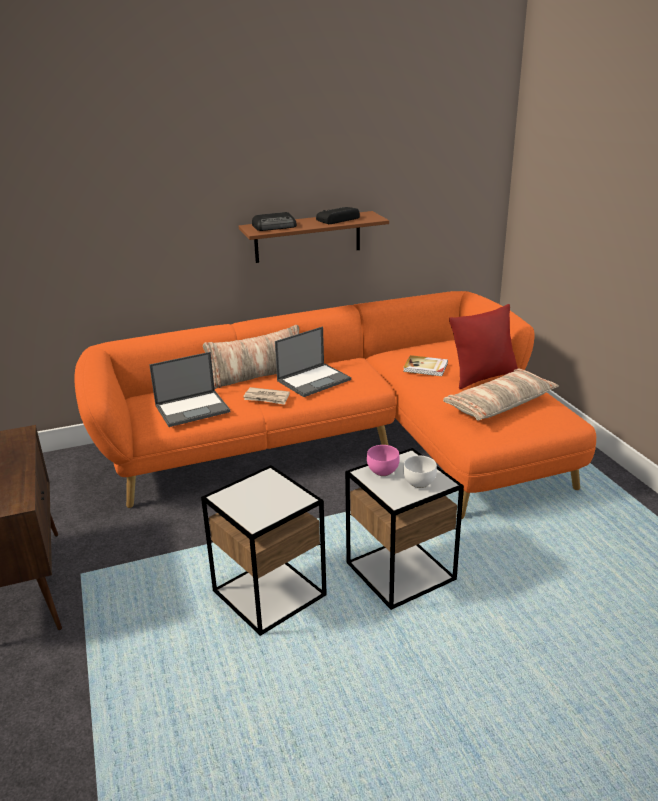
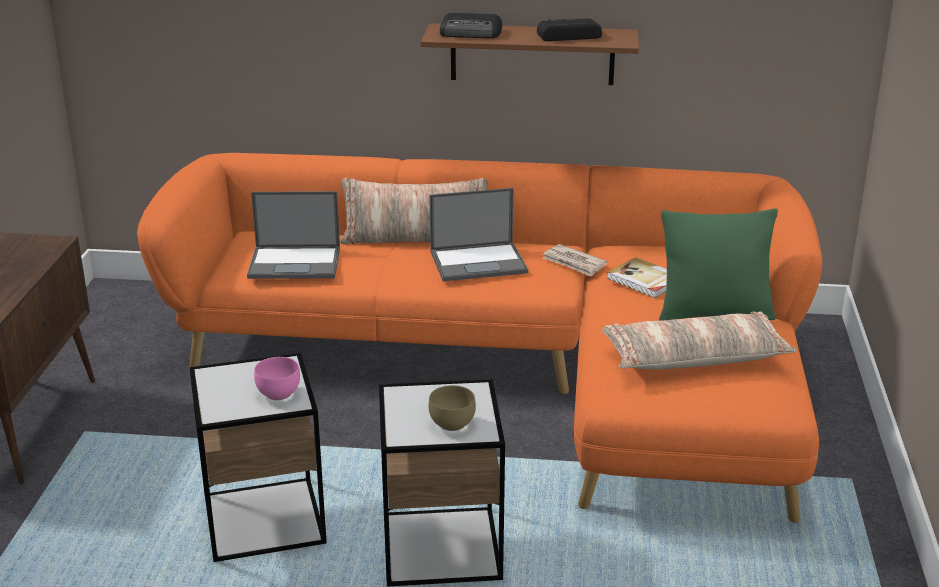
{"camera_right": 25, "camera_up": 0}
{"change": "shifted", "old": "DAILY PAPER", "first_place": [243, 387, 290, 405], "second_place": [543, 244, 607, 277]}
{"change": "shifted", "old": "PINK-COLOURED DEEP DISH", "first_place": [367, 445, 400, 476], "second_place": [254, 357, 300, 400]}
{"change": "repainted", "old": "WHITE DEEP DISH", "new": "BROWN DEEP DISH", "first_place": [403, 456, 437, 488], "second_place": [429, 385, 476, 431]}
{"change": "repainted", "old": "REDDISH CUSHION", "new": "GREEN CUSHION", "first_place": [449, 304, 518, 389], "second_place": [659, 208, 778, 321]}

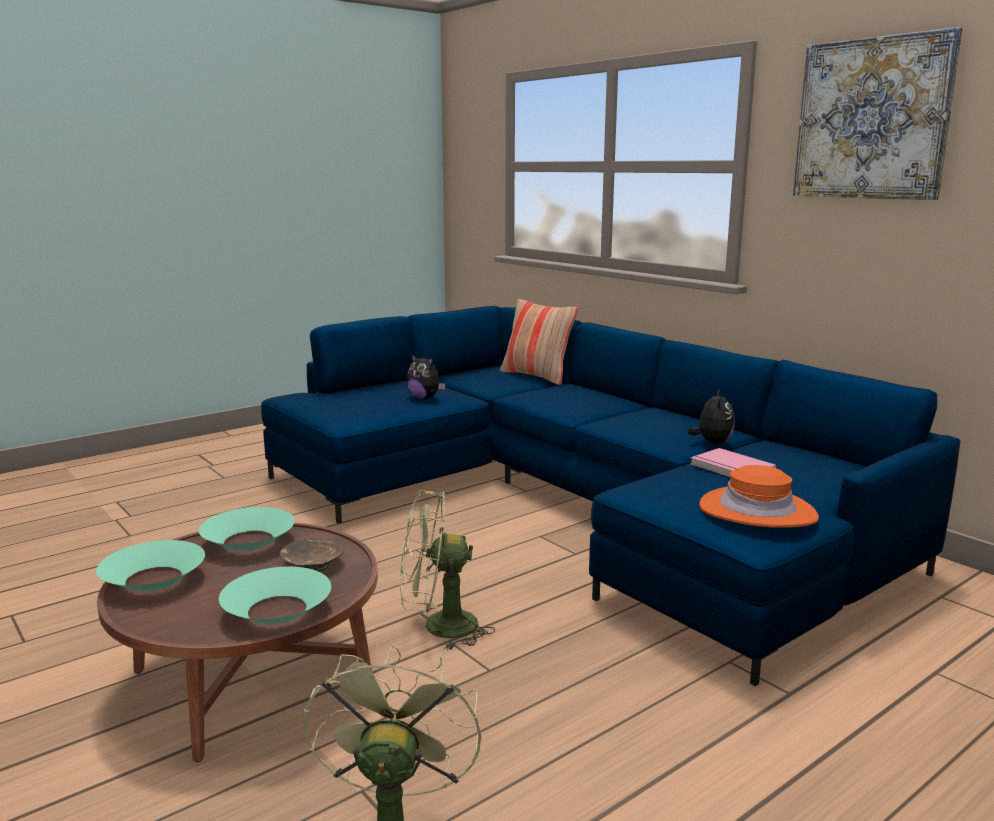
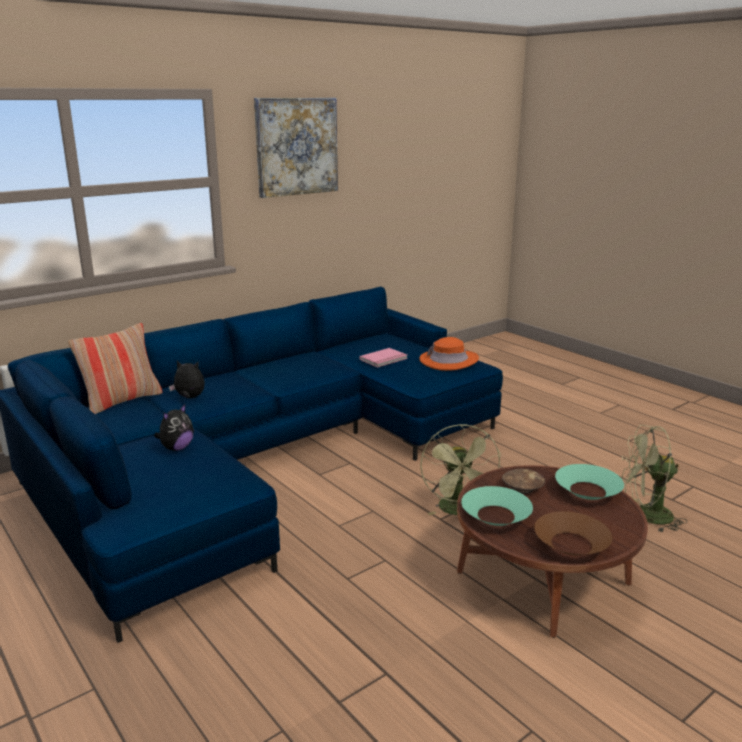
{"camera_right": -90, "camera_up": 5}
{"change": "shifted", "old": "PLUSH TOY", "first_place": [687, 390, 735, 445], "second_place": [169, 360, 205, 398]}
{"change": "repainted", "old": "TURQUOISE DEEP DISH", "new": "BROWN DEEP DISH", "first_place": [96, 540, 205, 591], "second_place": [534, 511, 612, 556]}

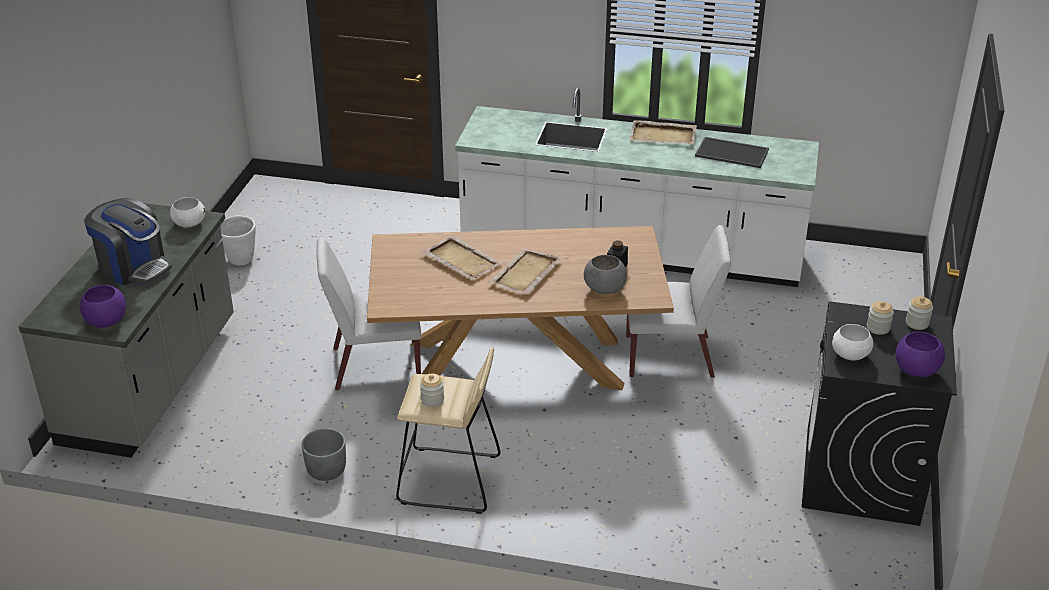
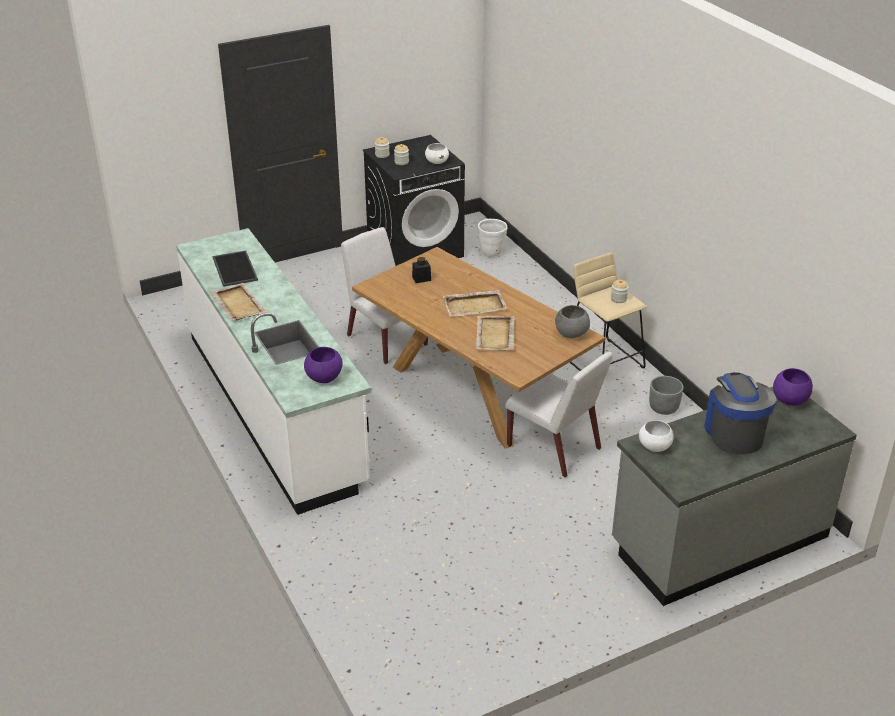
{"camera_right": -130, "camera_up": 0}
{"change": "shifted", "old": "WHITE FLOWER POT", "first_place": [220, 216, 256, 265], "second_place": [478, 219, 507, 257]}
{"change": "shifted", "old": "GREY DEEP DISH", "first_place": [584, 255, 627, 295], "second_place": [555, 305, 590, 338]}
{"change": "shifted", "old": "PURPLISH DEEP DISH", "first_place": [896, 332, 945, 377], "second_place": [304, 347, 343, 383]}

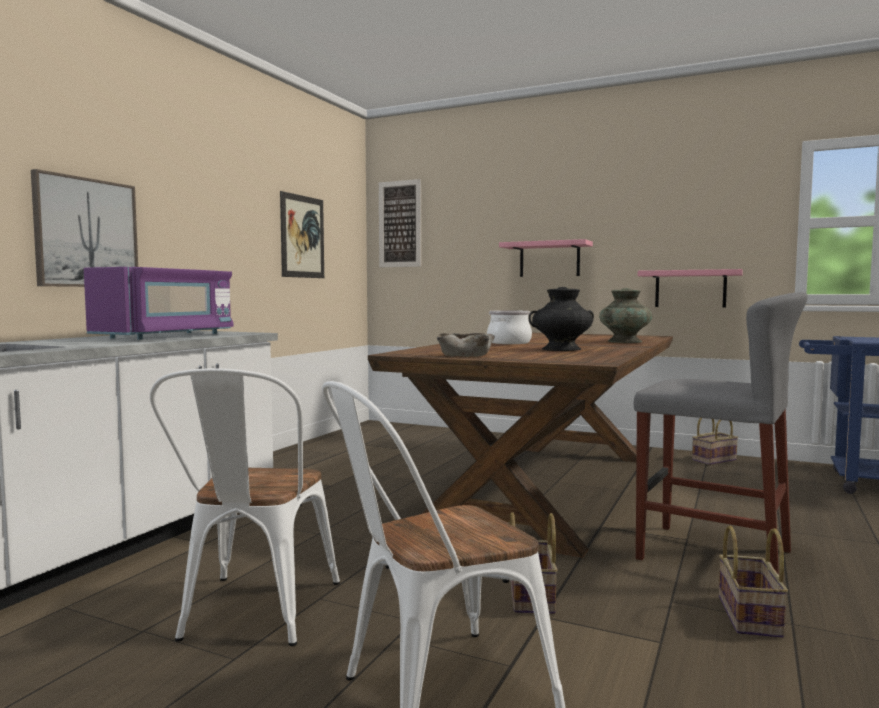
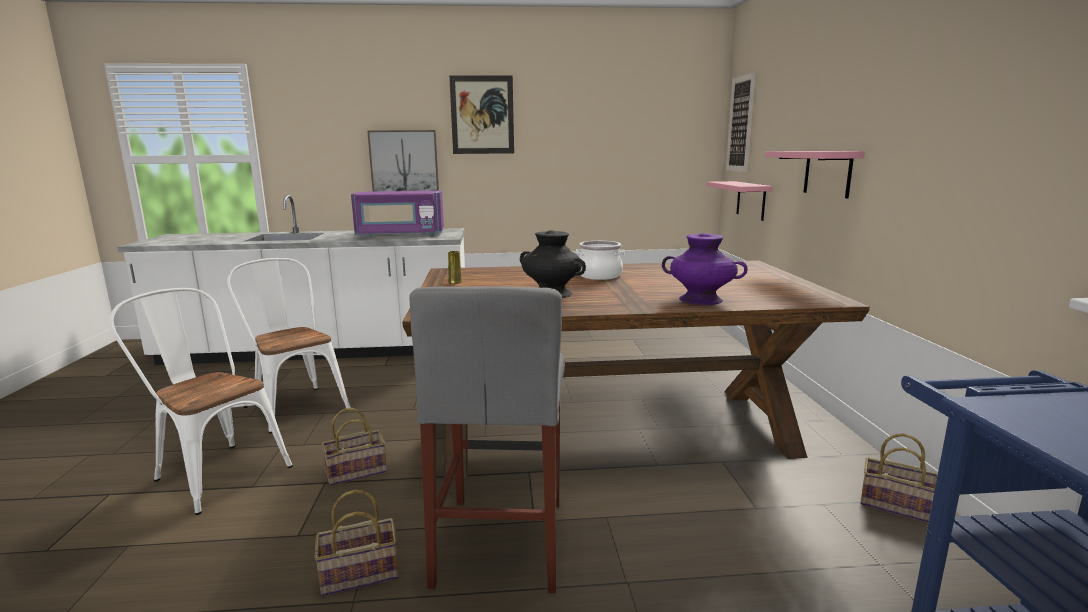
{"camera_right": 60, "camera_up": 10}
{"change": "shifted", "old": "WALL ART", "first_place": [280, 191, 324, 278], "second_place": [449, 76, 514, 154]}
{"change": "shifted", "old": "PINK-COLOURED BRACKET SHELF", "first_place": [638, 269, 743, 307], "second_place": [707, 181, 773, 221]}
{"change": "swapped", "old": "SAND-COLOURED DEEP DISH", "new": "YELLOW VASE", "first_place": [437, 333, 495, 357], "second_place": [448, 251, 462, 284]}
{"change": "repainted", "old": "TURQUOISE VASE", "new": "PURPLISH VASE", "first_place": [599, 288, 652, 343], "second_place": [662, 233, 748, 305]}
{"change": "rotated", "old": "WHITE UPRIGHT CHAIR", "first_place": [150, 368, 340, 646], "second_place": [227, 258, 351, 433], "degrees": 75}

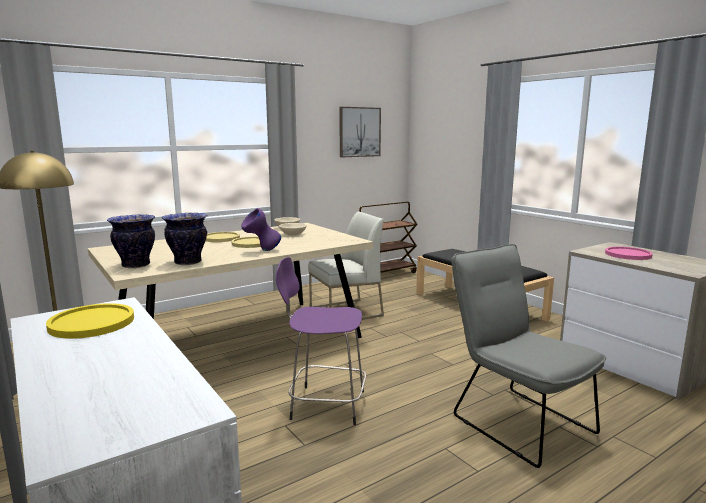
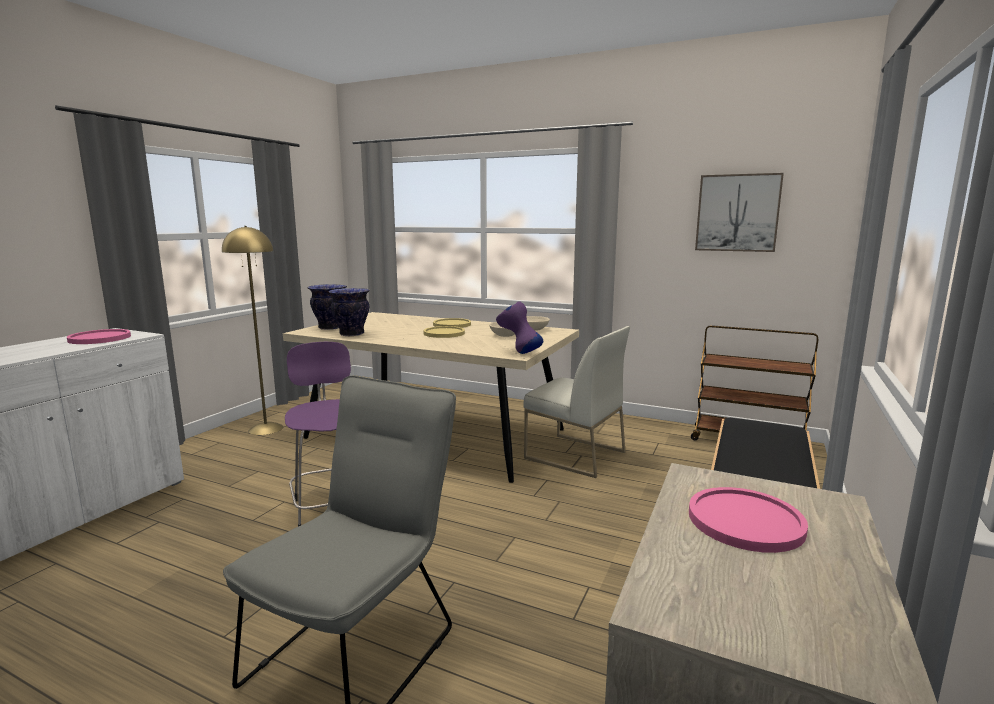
{"camera_right": 60, "camera_up": 0}
{"change": "shifted", "old": "PURPLISH VASE", "first_place": [241, 208, 281, 251], "second_place": [496, 301, 543, 354]}
{"change": "repainted", "old": "YELLOW PLATE", "new": "PINK-COLOURED PLATE", "first_place": [46, 303, 134, 339], "second_place": [67, 329, 131, 344]}

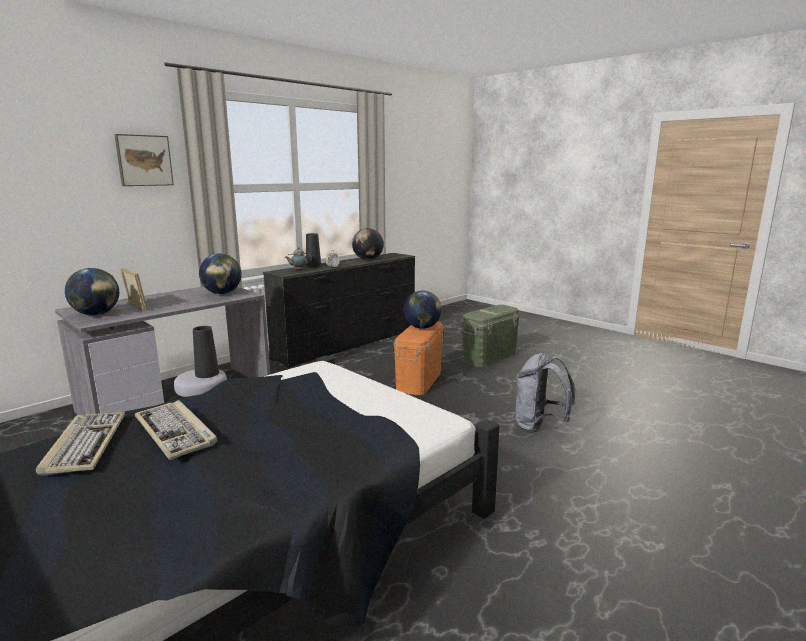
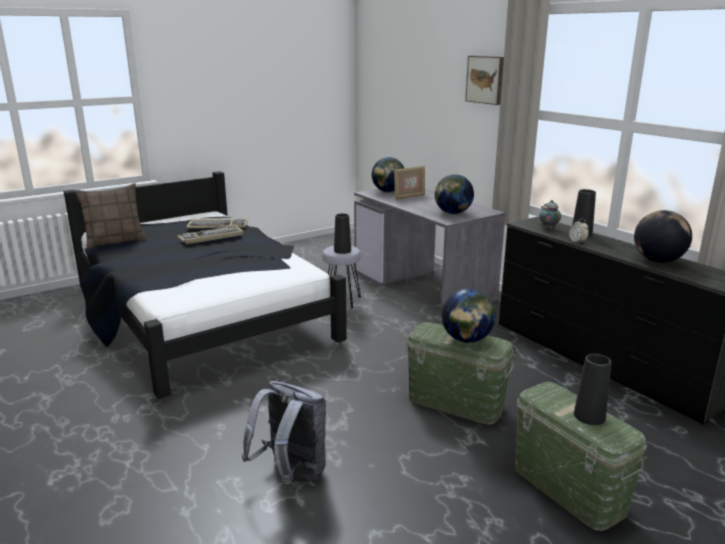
{"camera_right": 100, "camera_up": 5}
{"change": "new", "new": "CUSHION", "second_place": [75, 183, 147, 248]}
{"change": "new", "new": "BLACK-COLOURED VASE", "second_place": [574, 354, 611, 425]}
{"change": "repainted", "old": "ORANGEY STORAGE BOX", "new": "GREEN STORAGE BOX", "first_place": [394, 322, 444, 395], "second_place": [406, 322, 515, 425]}

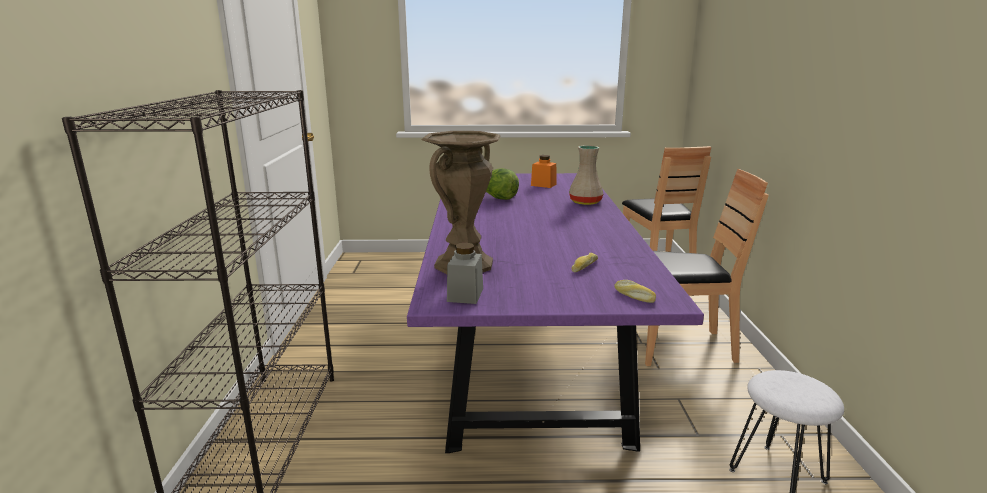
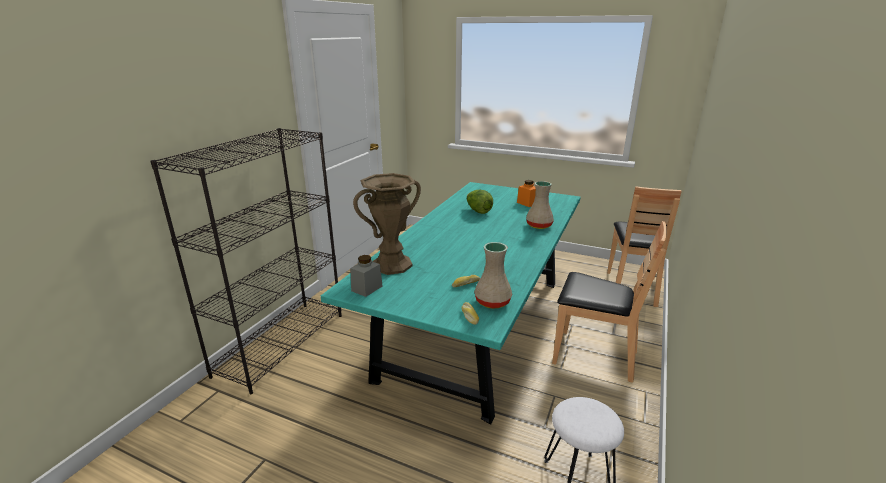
{"camera_right": 25, "camera_up": 5}
{"change": "new", "new": "SAND-COLOURED VASE", "second_place": [474, 242, 512, 309]}
{"change": "repainted", "old": "PURPLISH DINING TABLE", "new": "TURQUOISE DINING TABLE", "first_place": [407, 173, 704, 453], "second_place": [321, 182, 580, 424]}

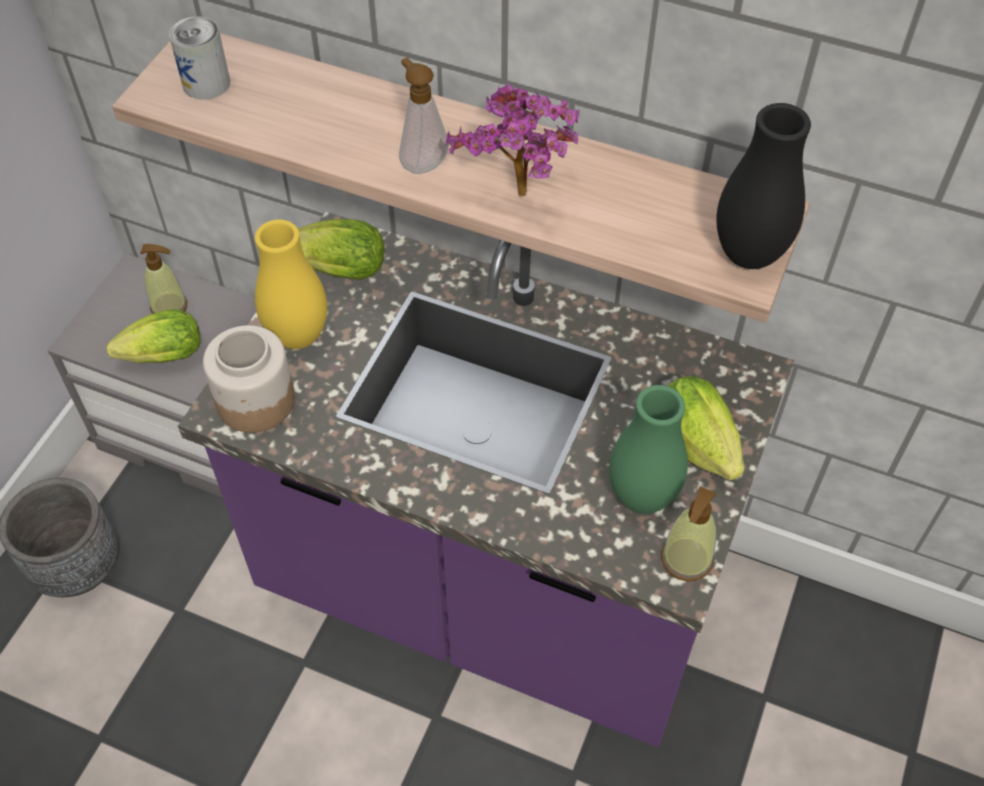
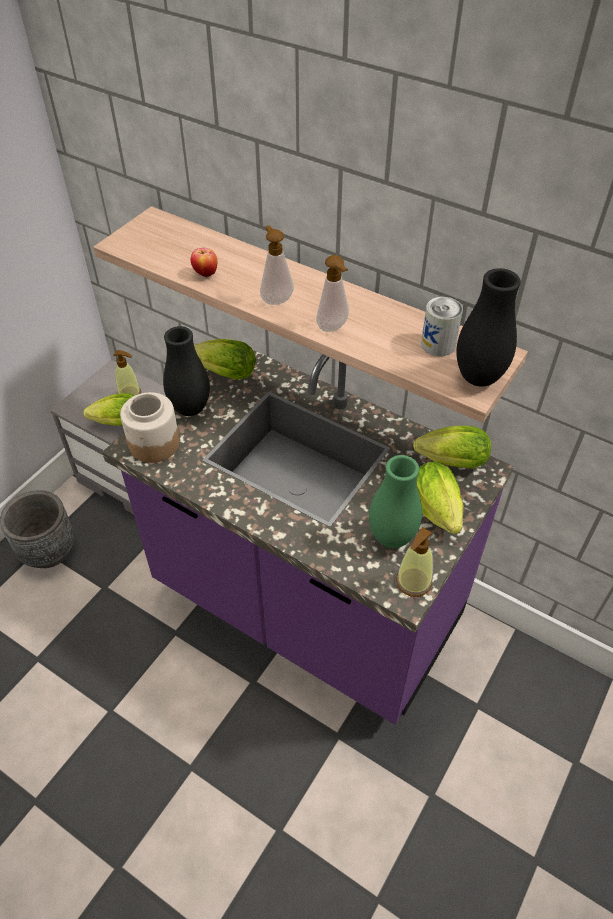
{"camera_right": 10, "camera_up": -5}
{"change": "new", "new": "APPLE FRUIT", "second_place": [191, 248, 217, 278]}
{"change": "new", "new": "LETTUCE HEAD", "second_place": [413, 426, 491, 469]}
{"change": "shifted", "old": "CAN", "first_place": [169, 16, 230, 100], "second_place": [421, 297, 463, 356]}
{"change": "swapped", "old": "PLANT IN A POT", "new": "SOAP BOTTLE", "first_place": [445, 83, 579, 196], "second_place": [316, 255, 349, 332]}
{"change": "repainted", "old": "YELLOW VASE", "new": "BLACK-COLOURED VASE", "first_place": [255, 219, 327, 349], "second_place": [163, 326, 210, 416]}

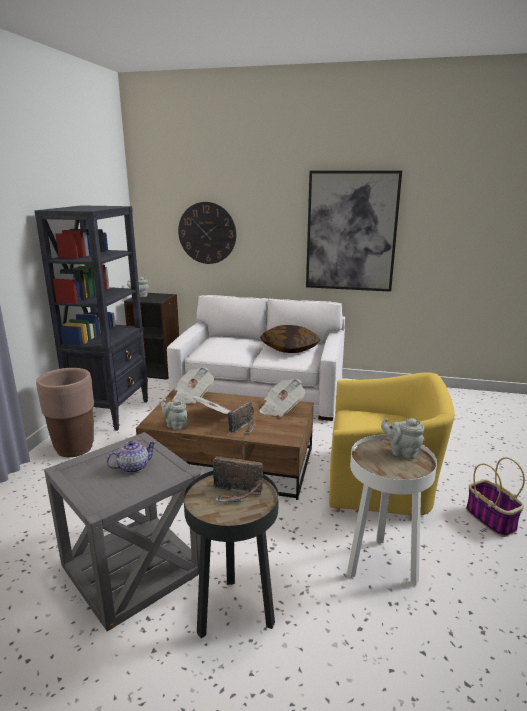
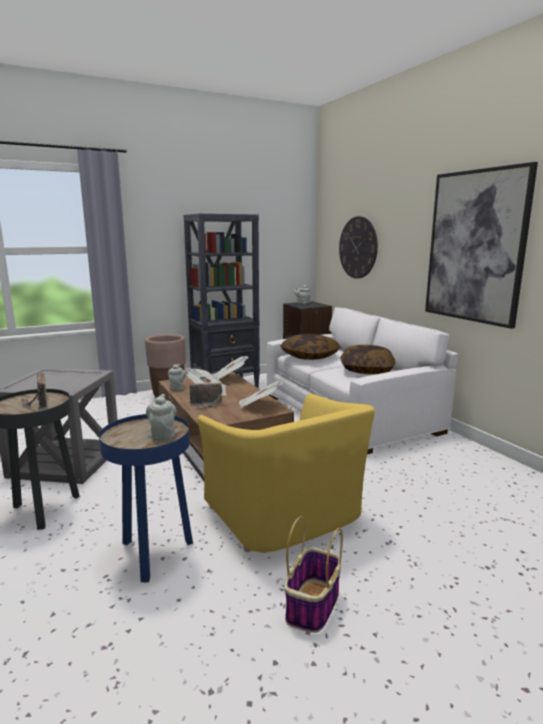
{"camera_right": 50, "camera_up": -5}
{"change": "gone", "old": "POT FOR TEA", "first_place": [106, 440, 157, 473]}
{"change": "new", "new": "CUSHION", "second_place": [280, 334, 341, 360]}
{"change": "repainted", "old": "WHITE END TABLE", "new": "BLUE END TABLE", "first_place": [347, 435, 437, 585], "second_place": [99, 414, 193, 583]}

